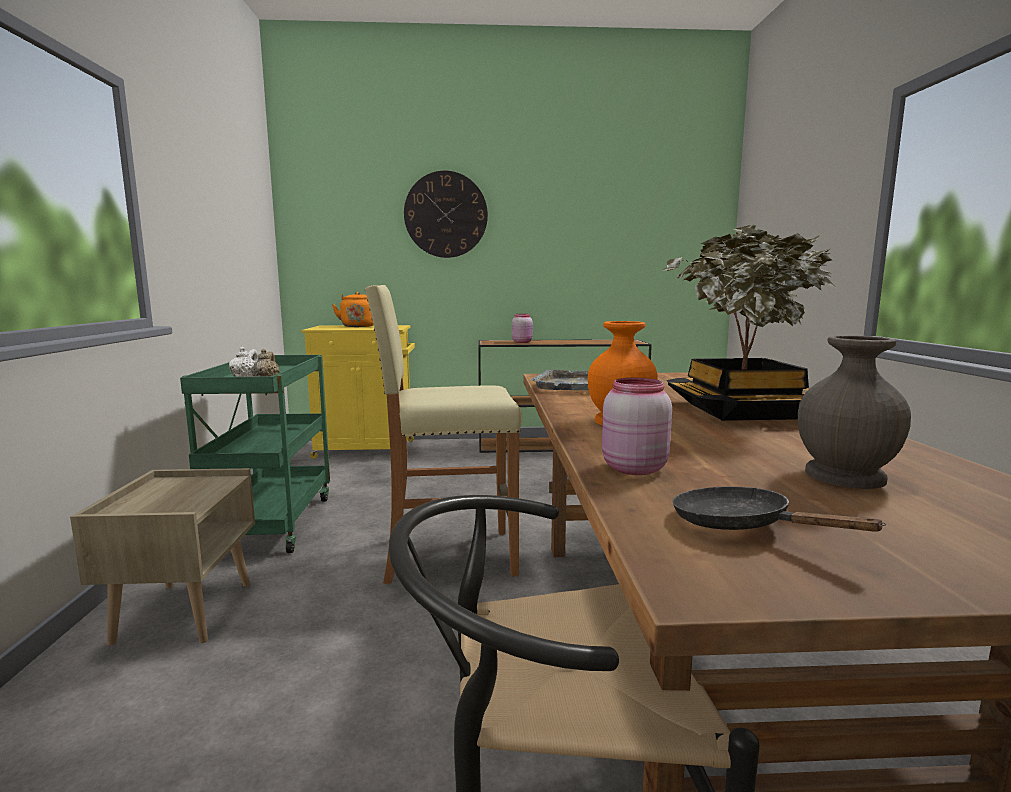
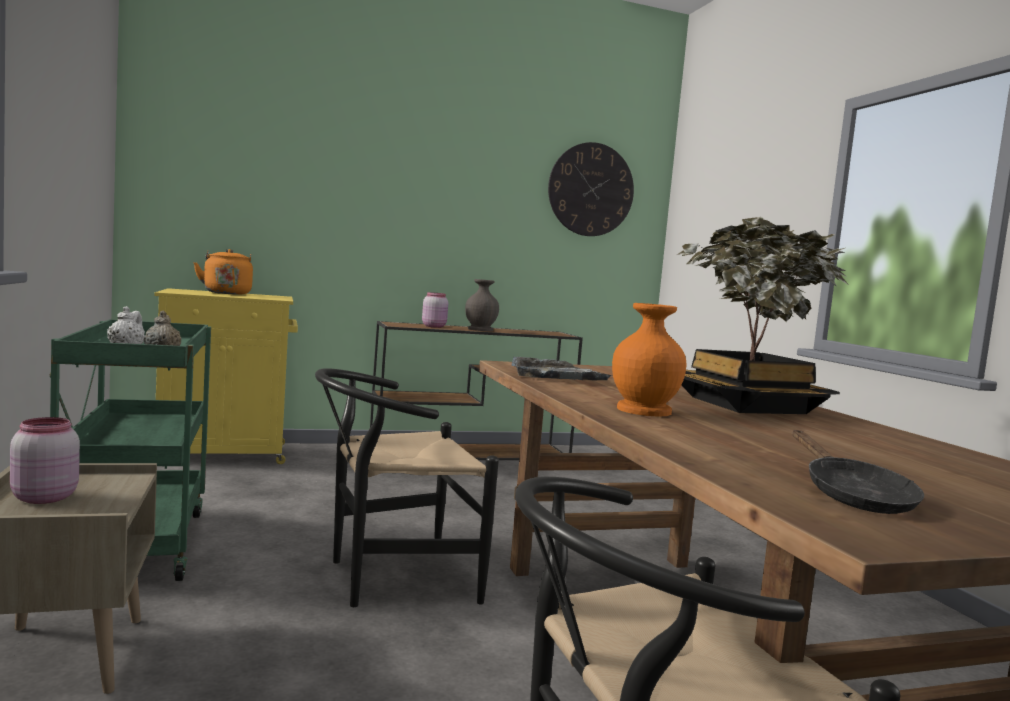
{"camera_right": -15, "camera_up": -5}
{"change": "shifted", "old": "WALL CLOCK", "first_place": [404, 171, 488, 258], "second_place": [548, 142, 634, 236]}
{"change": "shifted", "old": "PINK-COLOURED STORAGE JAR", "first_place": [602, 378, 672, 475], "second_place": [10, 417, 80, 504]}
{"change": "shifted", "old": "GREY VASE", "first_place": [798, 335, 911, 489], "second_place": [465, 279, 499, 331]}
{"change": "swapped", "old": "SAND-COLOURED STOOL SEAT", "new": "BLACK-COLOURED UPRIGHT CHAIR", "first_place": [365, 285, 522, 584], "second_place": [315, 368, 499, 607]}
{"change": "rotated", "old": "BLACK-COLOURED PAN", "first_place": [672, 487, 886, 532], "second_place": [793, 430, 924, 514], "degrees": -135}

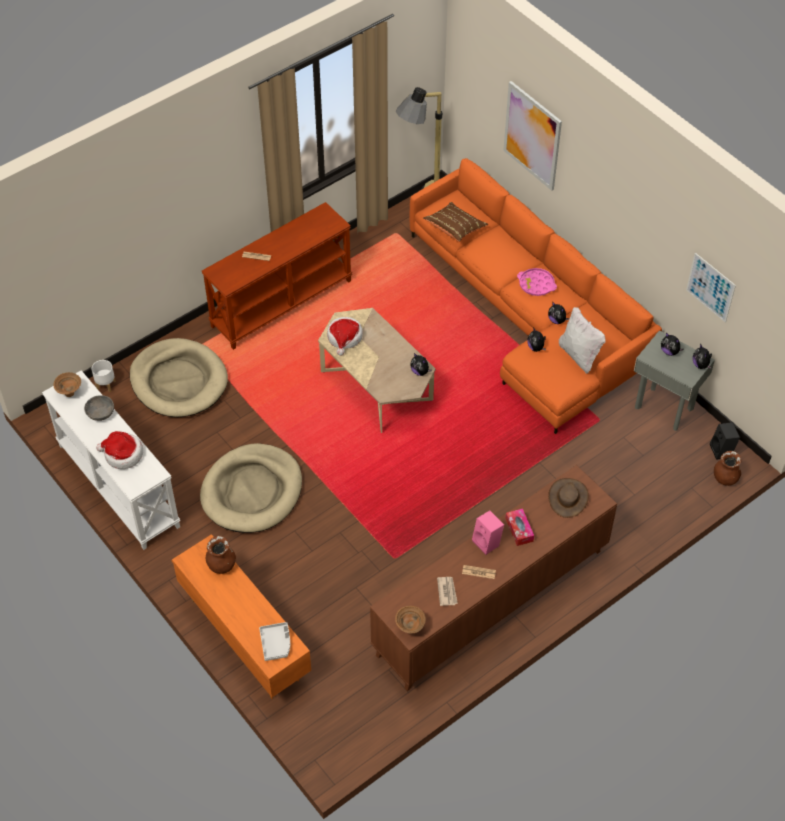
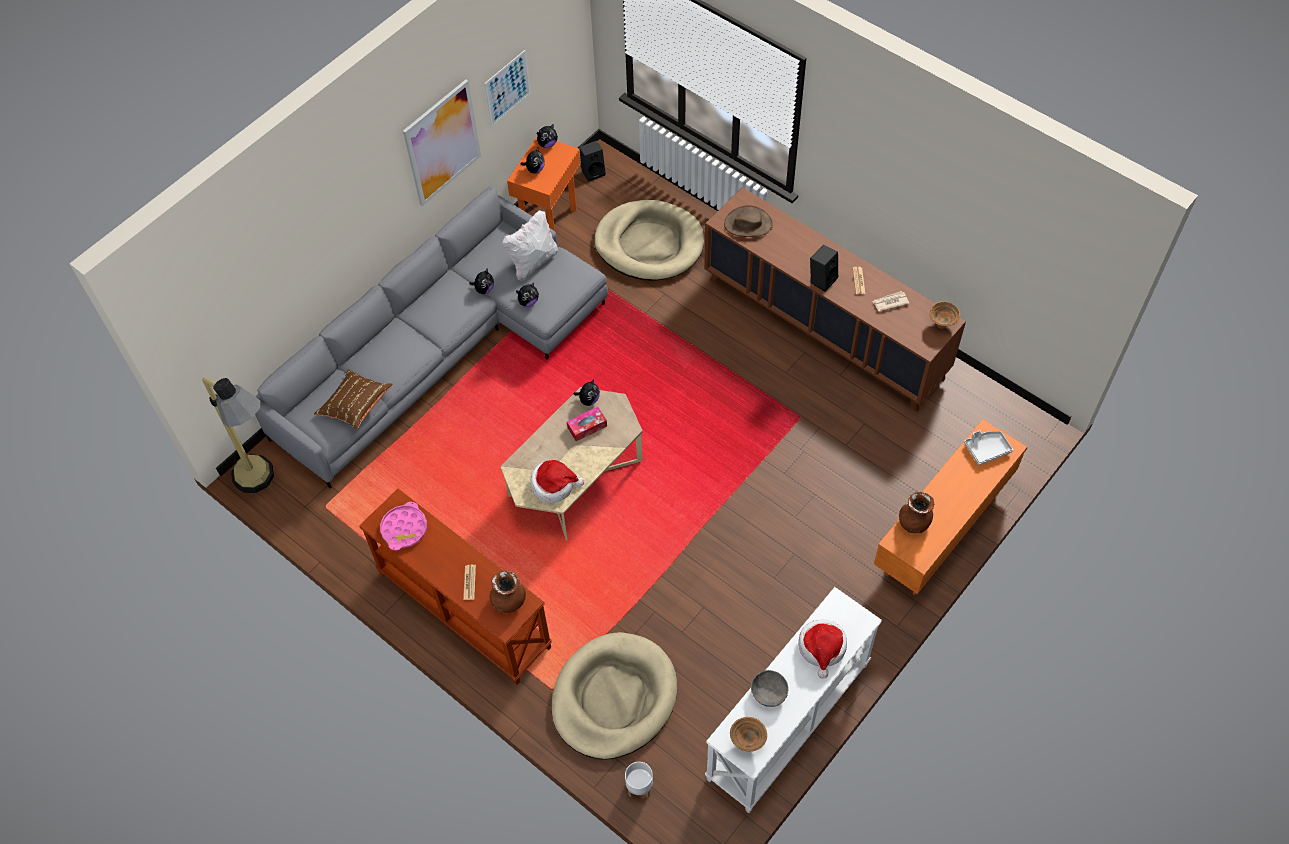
{"camera_right": -100, "camera_up": 5}
{"change": "shifted", "old": "SAND-COLOURED DOG CUSHION", "first_place": [200, 443, 302, 533], "second_place": [594, 200, 704, 281]}
{"change": "shifted", "old": "WALL ART", "first_place": [503, 81, 562, 191], "second_place": [403, 79, 481, 206]}
{"change": "shifted", "old": "TISSUE BOX", "first_place": [506, 508, 534, 546], "second_place": [567, 407, 607, 441]}
{"change": "shifted", "old": "PINK-COLOURED CARRYING TRAY", "first_place": [517, 268, 557, 296], "second_place": [380, 502, 427, 551]}
{"change": "shifted", "old": "BROWN VASE", "first_place": [714, 451, 742, 486], "second_place": [490, 570, 526, 613]}
{"change": "repainted", "old": "ORANGEY COUCH", "new": "GREY COUCH", "first_place": [410, 158, 662, 434], "second_place": [255, 186, 608, 489]}
{"change": "repainted", "old": "PINK-COLOURED AUDIO SPEAKER", "new": "BLACK-COLOURED AUDIO SPEAKER", "first_place": [472, 511, 504, 555], "second_place": [810, 245, 838, 291]}
{"change": "repainted", "old": "GREY END TABLE", "new": "ORANGEY END TABLE", "first_place": [634, 330, 715, 431], "second_place": [507, 137, 581, 231]}

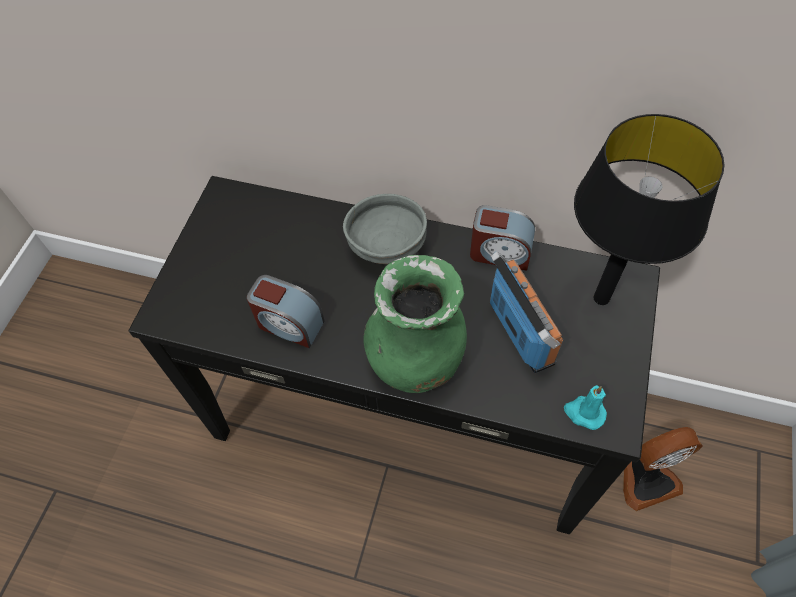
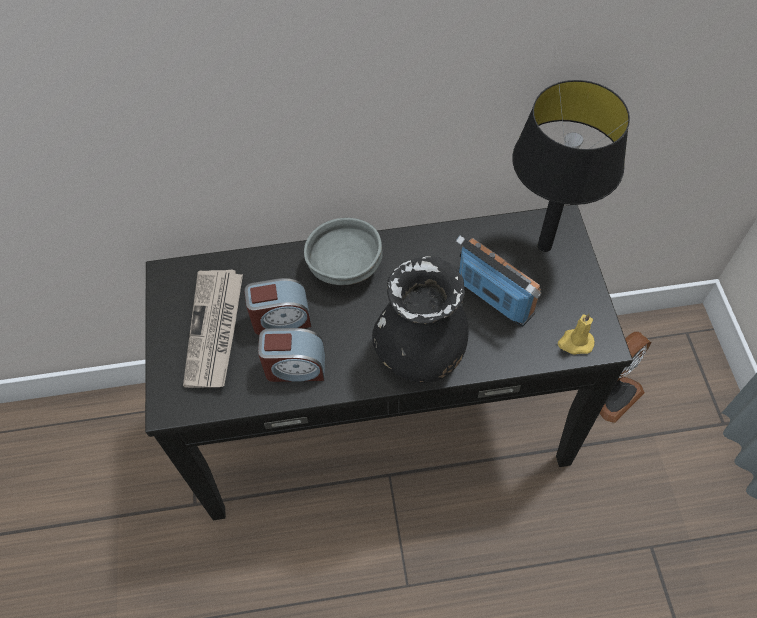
{"camera_right": -25, "camera_up": 0}
{"change": "new", "new": "DAILY PAPER", "second_place": [183, 270, 243, 388]}
{"change": "shifted", "old": "ALARM CLOCK", "first_place": [470, 205, 535, 271], "second_place": [244, 278, 311, 335]}
{"change": "repainted", "old": "GREEN VASE", "new": "BLACK-COLOURED VASE", "first_place": [364, 255, 467, 393], "second_place": [372, 256, 469, 383]}
{"change": "repainted", "old": "TURQUOISE CANDLE", "new": "YELLOW CANDLE", "first_place": [564, 385, 607, 430], "second_place": [558, 313, 595, 355]}

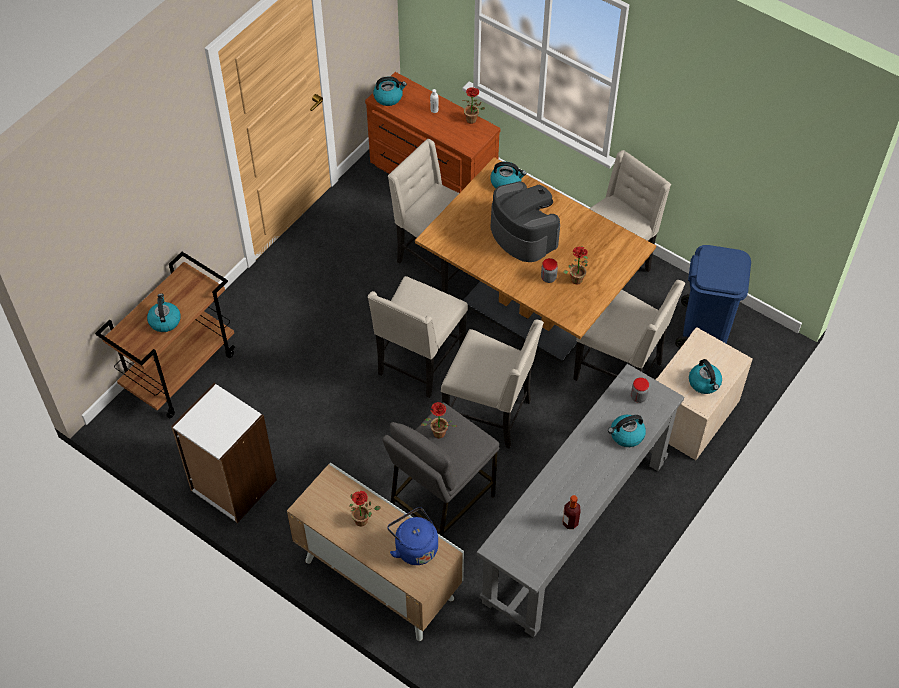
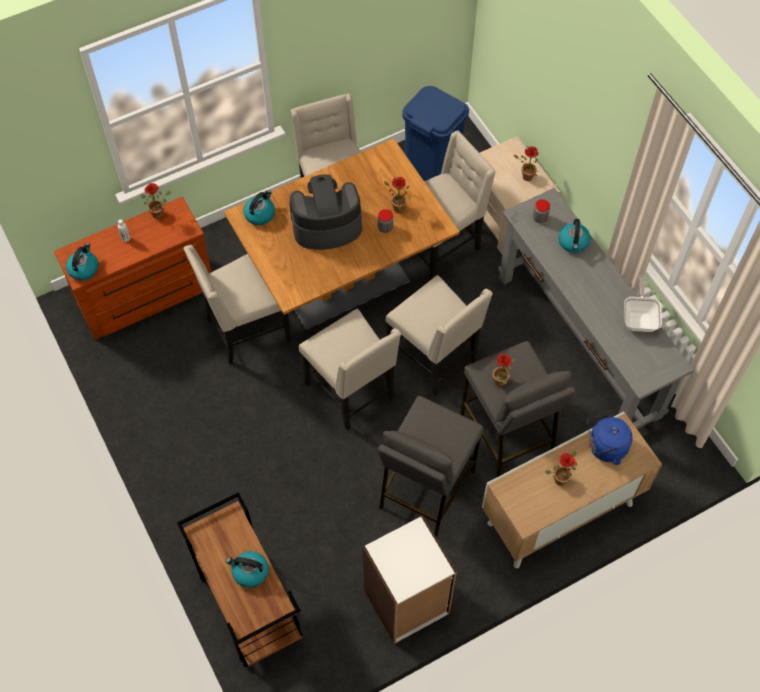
{"camera_right": -65, "camera_up": 5}
{"change": "new", "new": "GREY STOOL SEAT", "second_place": [378, 396, 484, 537]}
{"change": "swapped", "old": "BEVERAGE BOTTLE", "new": "PAN", "first_place": [563, 495, 580, 529], "second_place": [624, 275, 662, 332]}
{"change": "swapped", "old": "TEA KETTLE", "new": "PLANT IN A POT", "first_place": [689, 359, 722, 394], "second_place": [514, 146, 539, 181]}
{"change": "rotated", "old": "SAND-COLOURED UPRIGHT CHAIR", "first_place": [441, 320, 544, 449], "second_place": [386, 275, 493, 396], "degrees": 90}

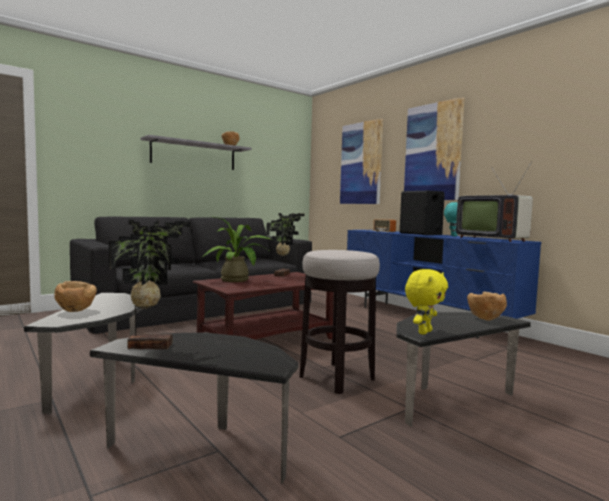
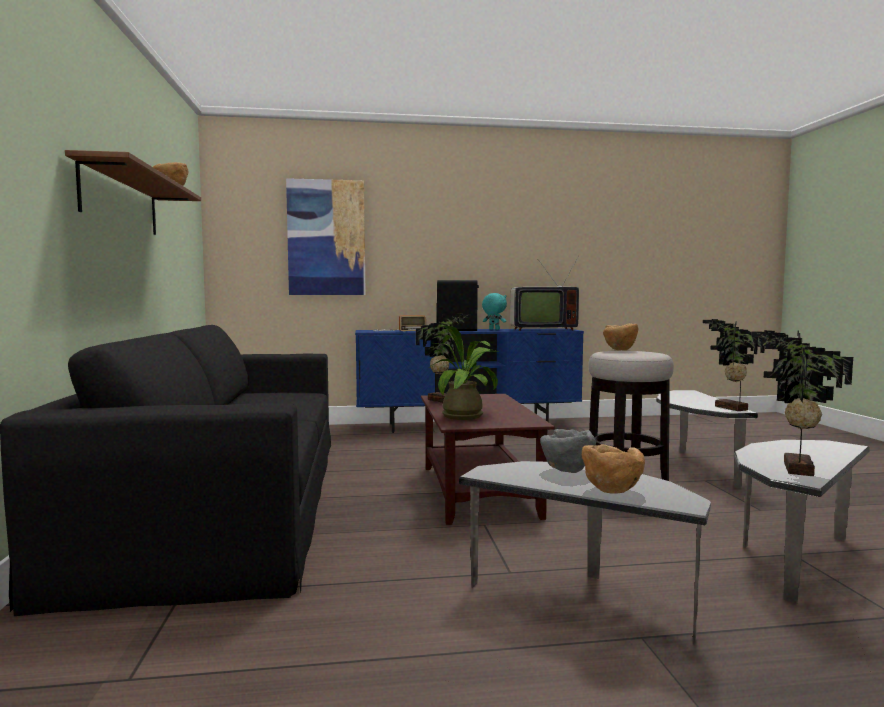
{"camera_right": -60, "camera_up": 0}
{"change": "gone", "old": "WALL ART", "first_place": [404, 97, 465, 200]}
{"change": "new", "new": "GREY DEEP DISH", "second_place": [540, 429, 596, 473]}
{"change": "shifted", "old": "BROWN DEEP DISH", "first_place": [467, 292, 507, 321], "second_place": [603, 323, 638, 350]}
{"change": "swapped", "old": "YELLOW PLUSH TOY", "new": "PLANT IN A POT", "first_place": [405, 269, 448, 335], "second_place": [703, 319, 765, 411]}
{"change": "repainted", "old": "GREY BRACKET SHELF", "new": "BROWN BRACKET SHELF", "first_place": [141, 135, 252, 170], "second_place": [65, 150, 201, 235]}

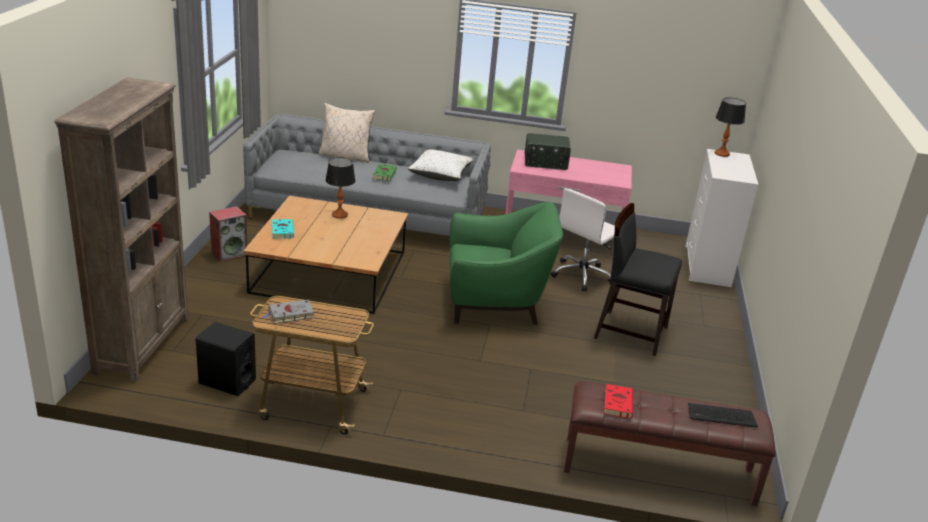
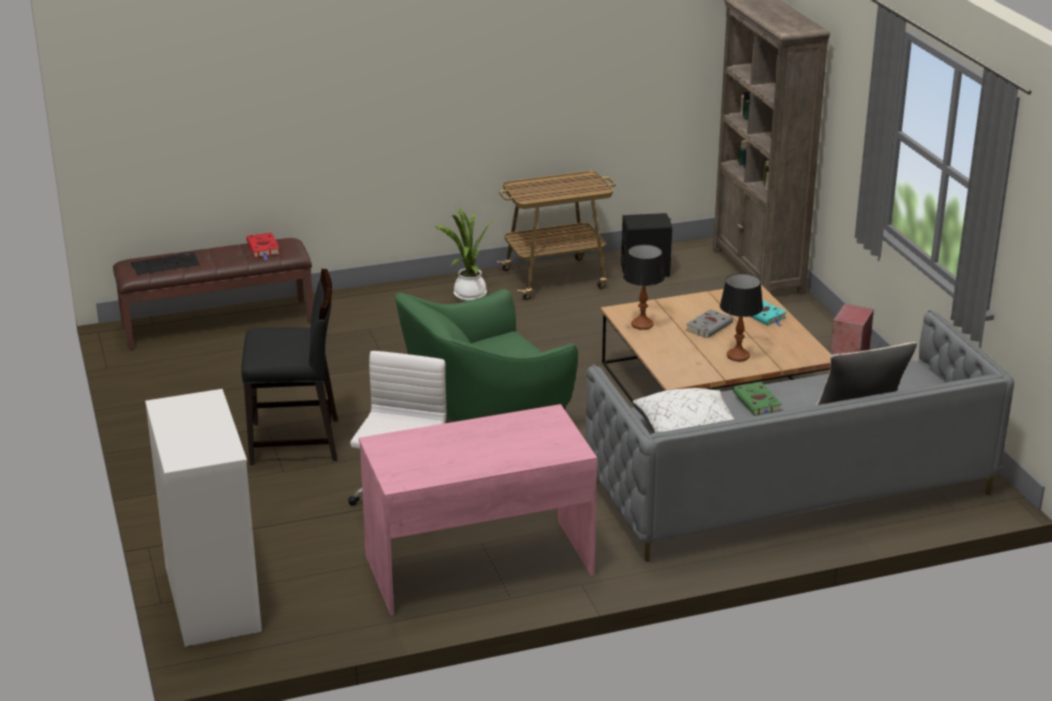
{"camera_right": 155, "camera_up": 0}
{"change": "gone", "old": "RADIO RECEIVER", "first_place": [525, 133, 571, 170]}
{"change": "new", "new": "PLANT IN A POT", "second_place": [435, 207, 493, 301]}
{"change": "shifted", "old": "GREY BOOK", "first_place": [263, 300, 314, 324], "second_place": [686, 309, 733, 338]}
{"change": "shifted", "old": "TABLE LAMP", "first_place": [714, 97, 746, 157], "second_place": [623, 244, 665, 330]}

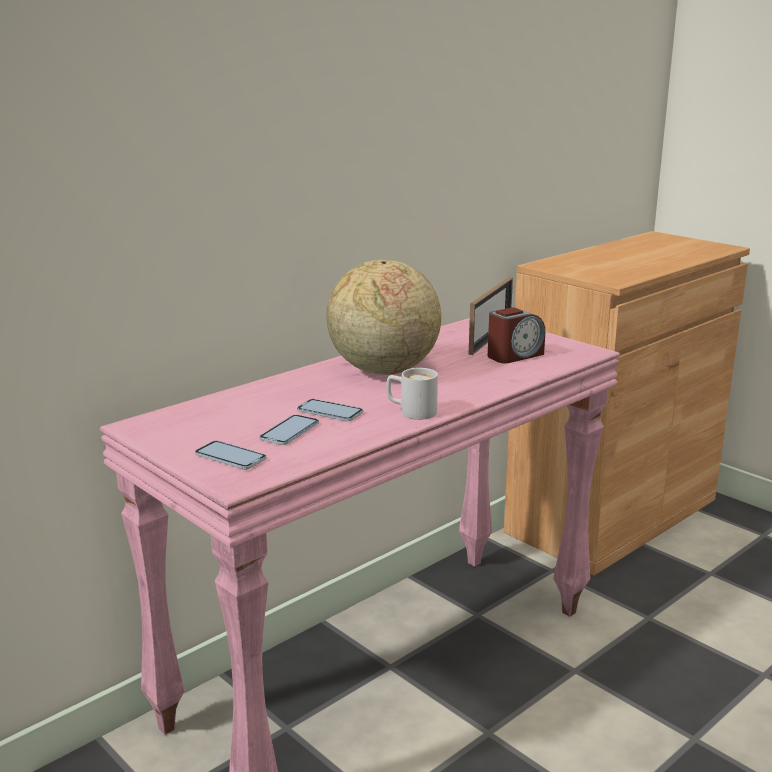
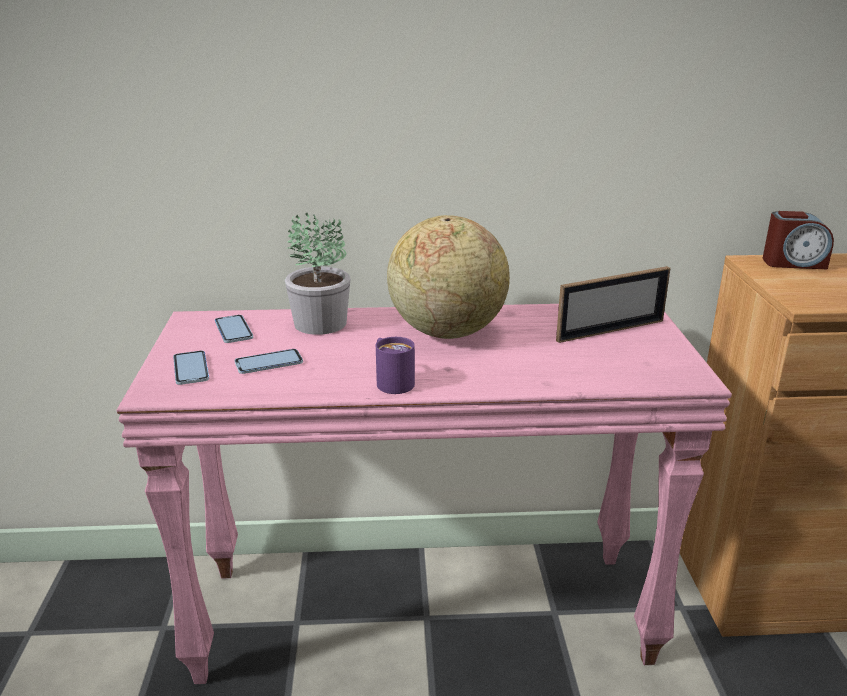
{"camera_right": 40, "camera_up": 5}
{"change": "new", "new": "PLANT IN A POT", "second_place": [285, 213, 351, 335]}
{"change": "shifted", "old": "PHONE", "first_place": [297, 399, 363, 421], "second_place": [215, 315, 253, 343]}
{"change": "shifted", "old": "ALARM CLOCK", "first_place": [488, 307, 545, 364], "second_place": [763, 211, 834, 270]}
{"change": "repainted", "old": "WHITE COFFEE MUG", "new": "PURPLISH COFFEE MUG", "first_place": [386, 368, 438, 420], "second_place": [376, 337, 415, 394]}

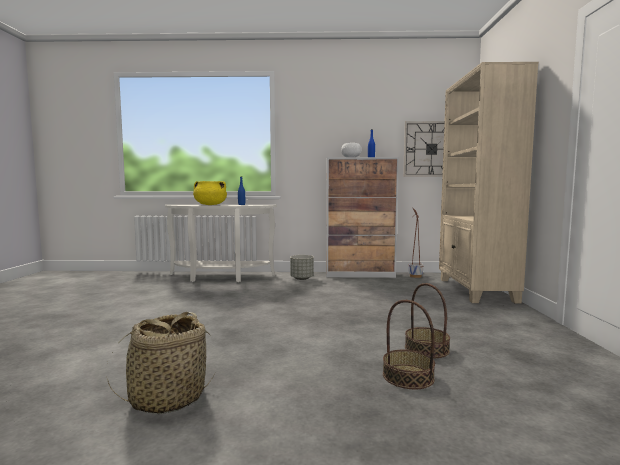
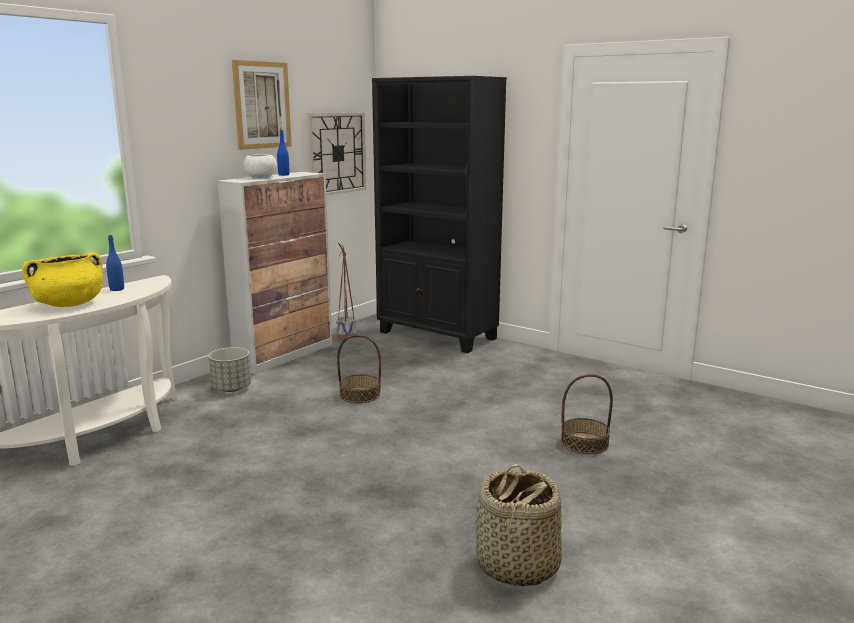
{"camera_right": -55, "camera_up": 10}
{"change": "new", "new": "WALL ART", "second_place": [232, 60, 292, 150]}
{"change": "shifted", "old": "HOUSEHOLD BASKET", "first_place": [405, 283, 450, 358], "second_place": [337, 335, 381, 403]}
{"change": "repainted", "old": "SAND-COLOURED BOOKCASE", "new": "BLACK-COLOURED BOOKCASE", "first_place": [439, 62, 539, 304], "second_place": [372, 76, 507, 353]}

